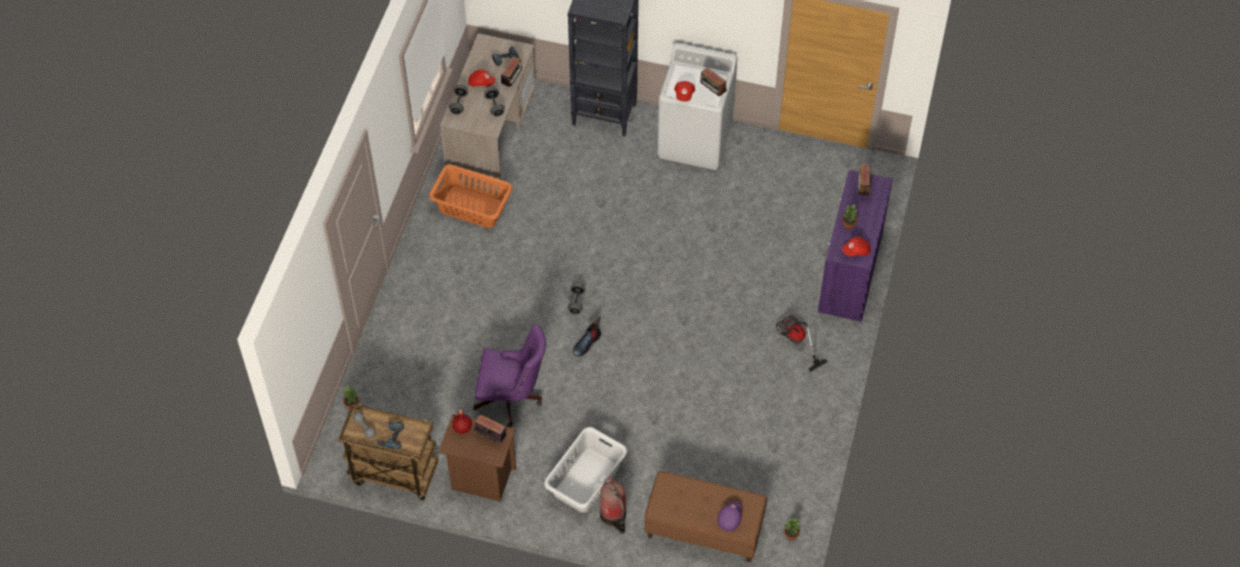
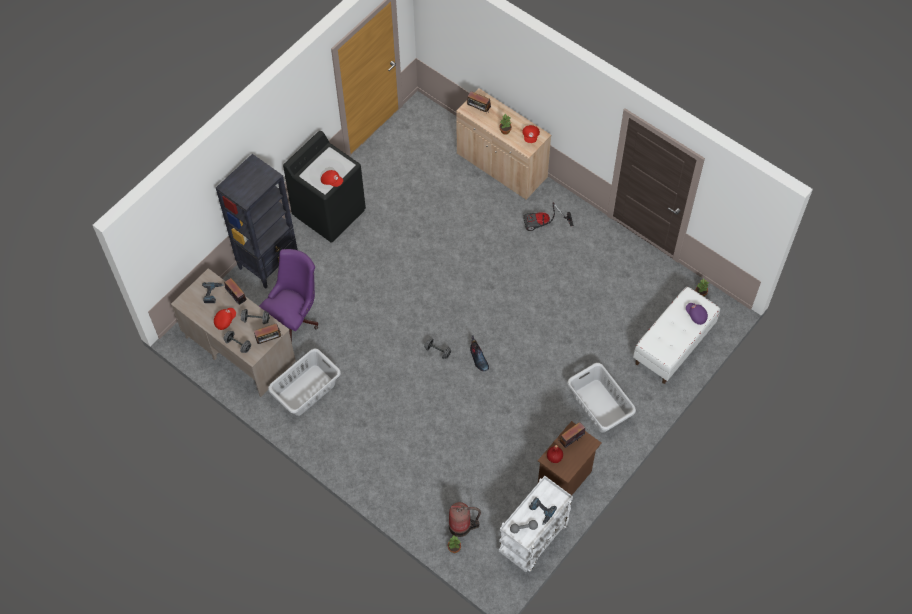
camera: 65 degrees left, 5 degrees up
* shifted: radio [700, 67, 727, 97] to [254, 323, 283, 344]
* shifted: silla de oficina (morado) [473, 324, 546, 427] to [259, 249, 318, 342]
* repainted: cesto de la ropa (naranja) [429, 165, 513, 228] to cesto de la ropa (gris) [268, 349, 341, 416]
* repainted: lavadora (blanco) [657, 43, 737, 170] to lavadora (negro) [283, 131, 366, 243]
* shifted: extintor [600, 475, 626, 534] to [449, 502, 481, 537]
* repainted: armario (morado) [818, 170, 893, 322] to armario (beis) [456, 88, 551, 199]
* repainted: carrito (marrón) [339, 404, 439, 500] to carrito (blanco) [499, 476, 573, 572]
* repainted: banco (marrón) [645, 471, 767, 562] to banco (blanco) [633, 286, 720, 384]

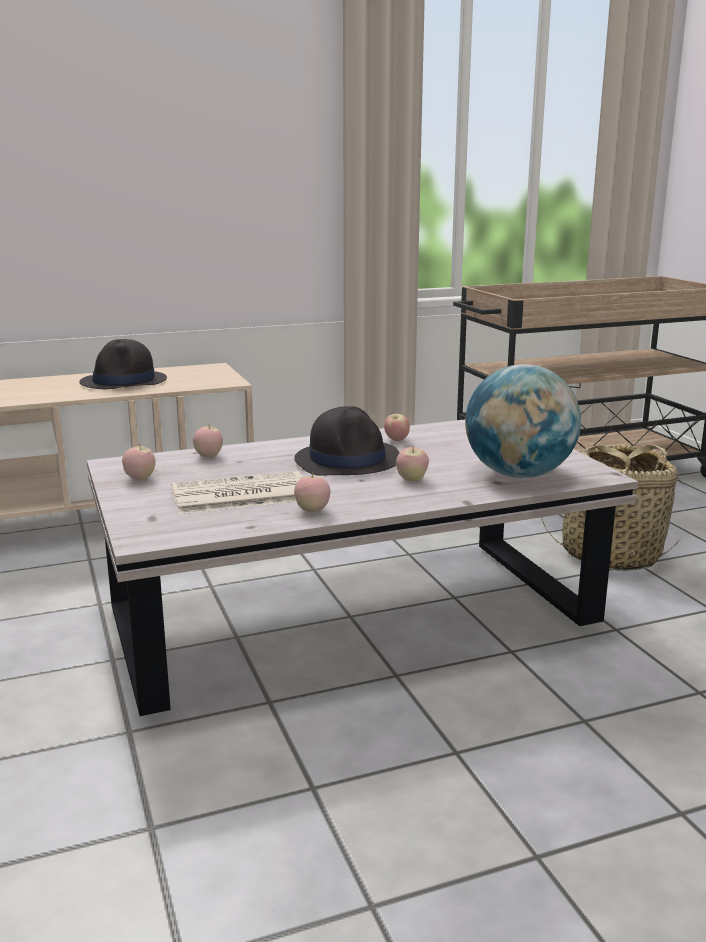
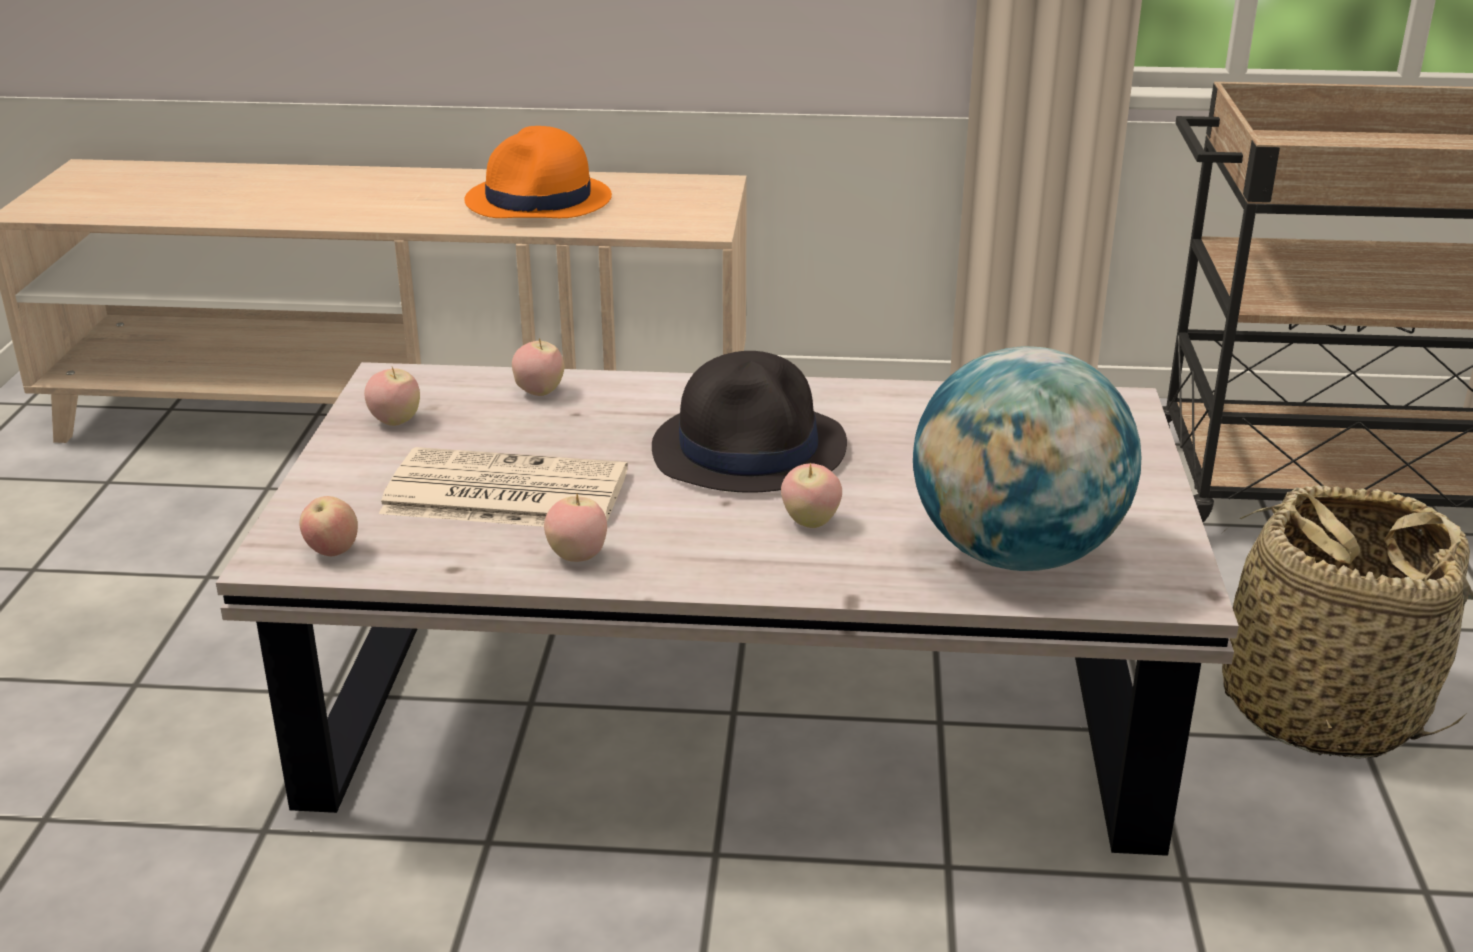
camera: 25 degrees right, 10 degrees up
* shifted: manzana [384, 414, 410, 441] to [299, 496, 358, 556]
* repainted: sombrero (negro) [79, 339, 167, 389] to sombrero (naranja) [464, 126, 612, 218]

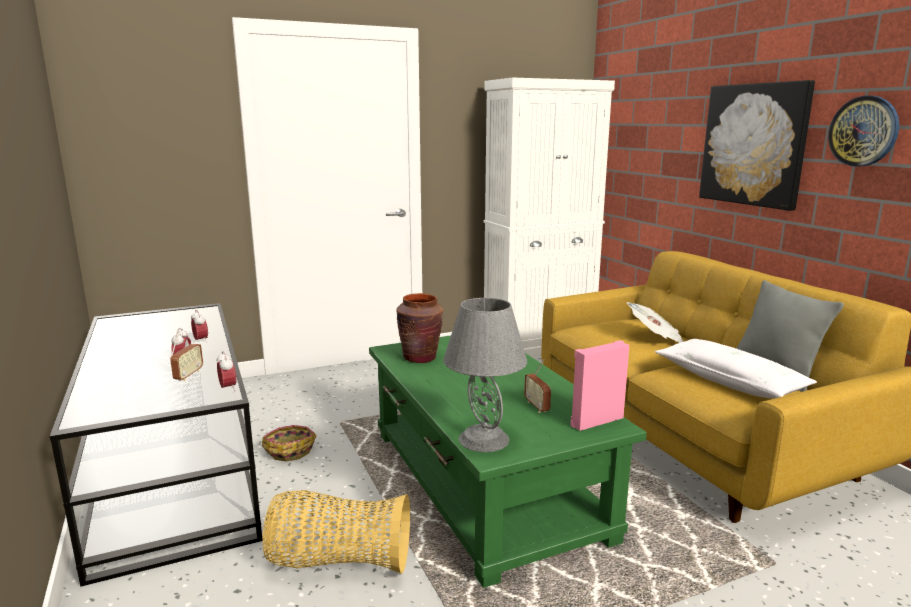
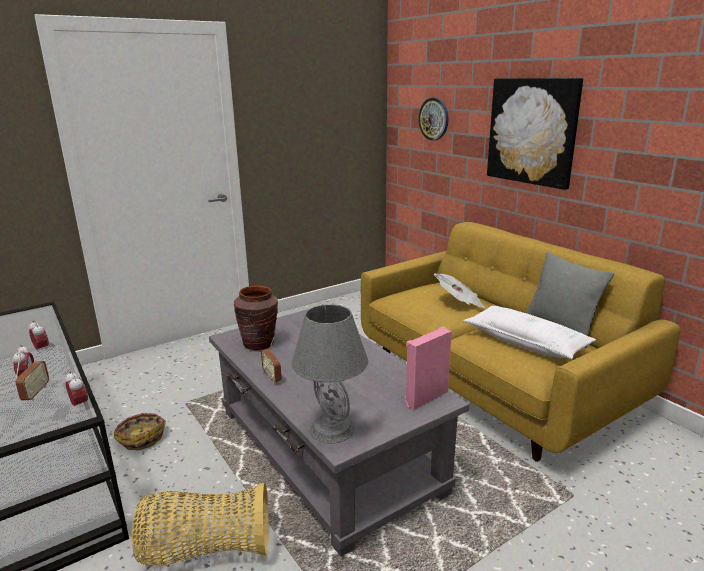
camera: 10 degrees left, 5 degrees up
* repainted: mesa de centro (verde) [369, 335, 647, 588] to mesa de centro (gris) [209, 309, 469, 557]
* shifted: radio [524, 359, 551, 413] to [261, 338, 282, 383]
* shifted: reloj de pared [828, 96, 899, 167] to [418, 98, 449, 141]
* gone: armario (blanco) [483, 78, 615, 357]

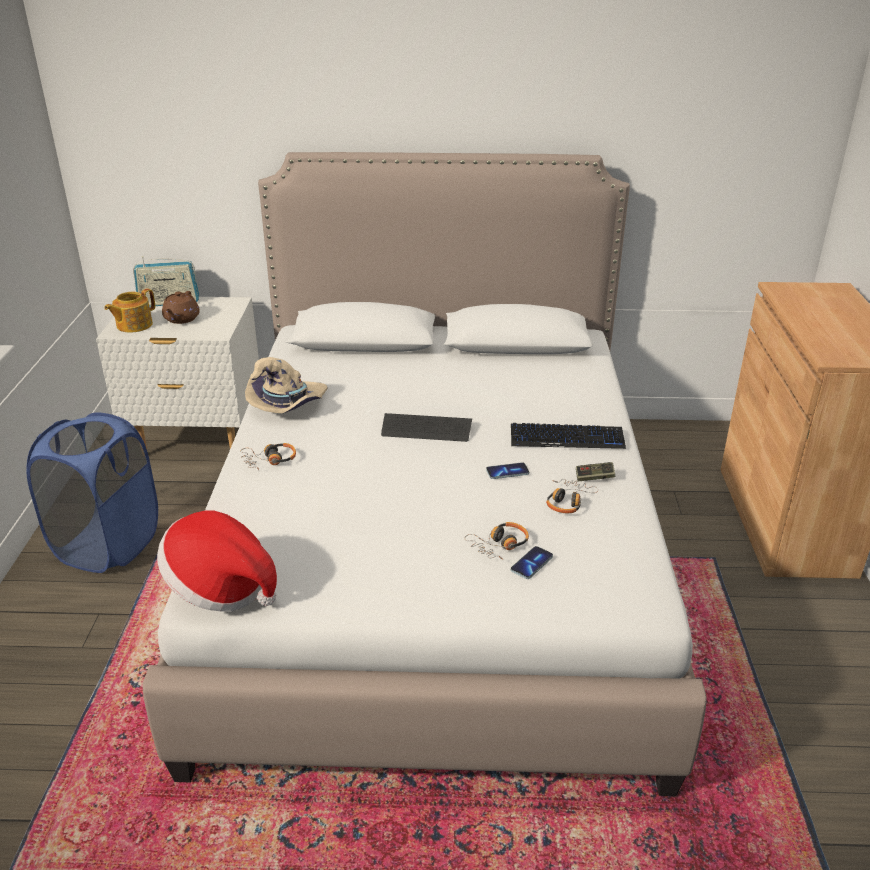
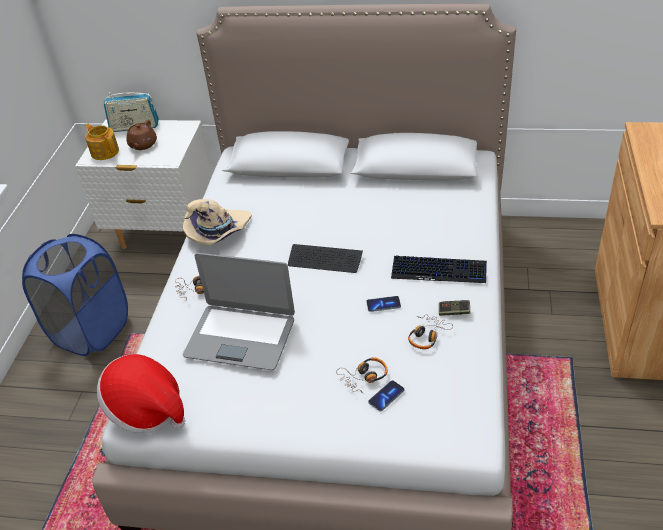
camera: 10 degrees right, 10 degrees up
* rotated: tetera [104, 288, 155, 332] = [85, 124, 119, 160] 90 degrees clockwise
* new: portátil [183, 253, 295, 370]

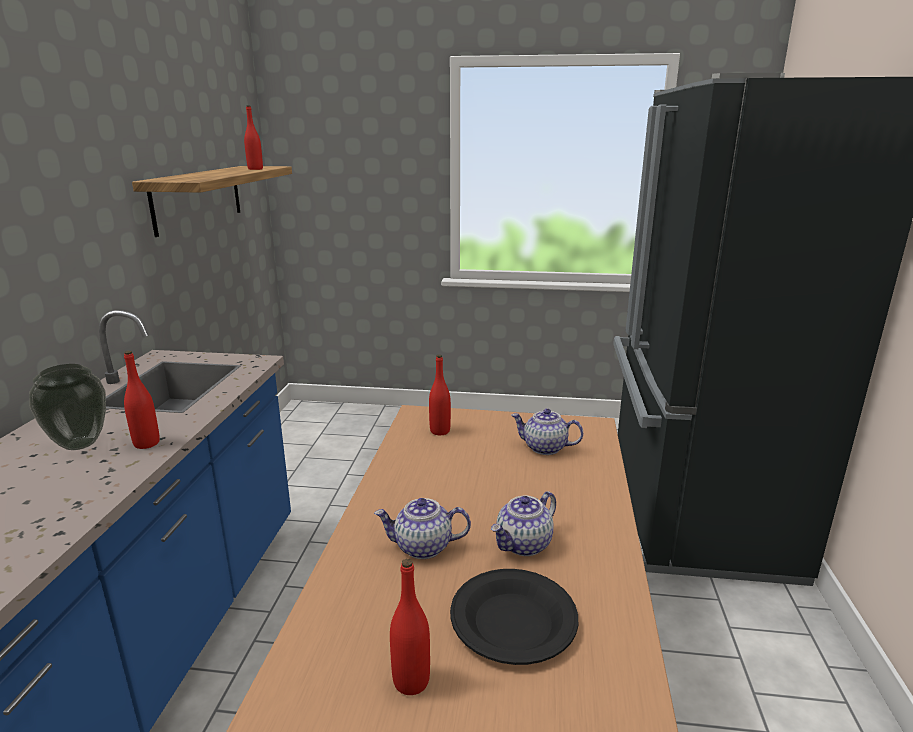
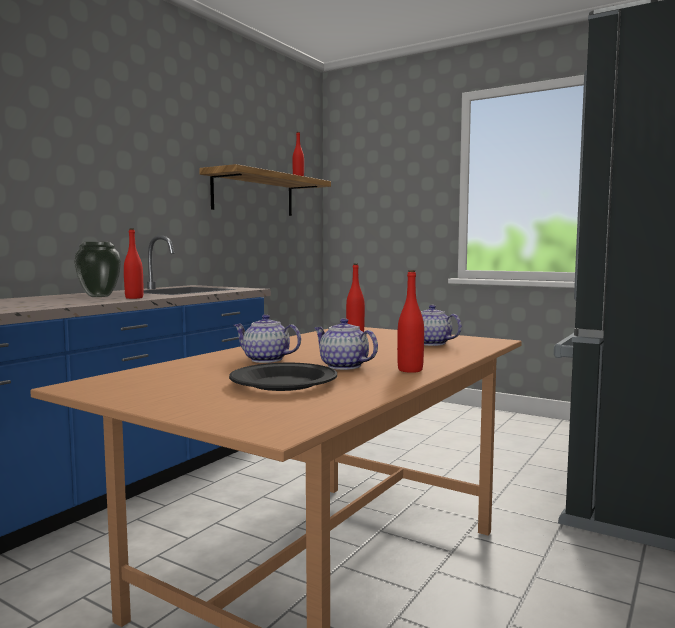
camera: 25 degrees right, 15 degrees down
* rotated: tetera [491, 491, 556, 556] = [314, 318, 378, 370] 60 degrees clockwise
* shifted: botella (rojo) [390, 559, 430, 695] to [397, 270, 424, 373]

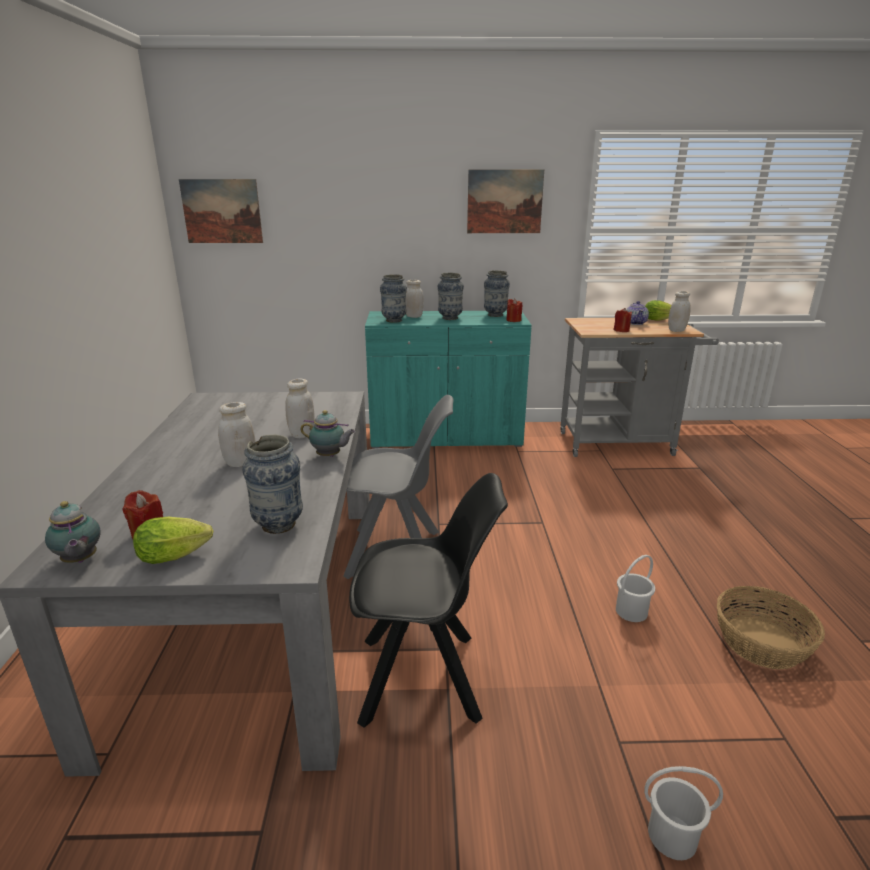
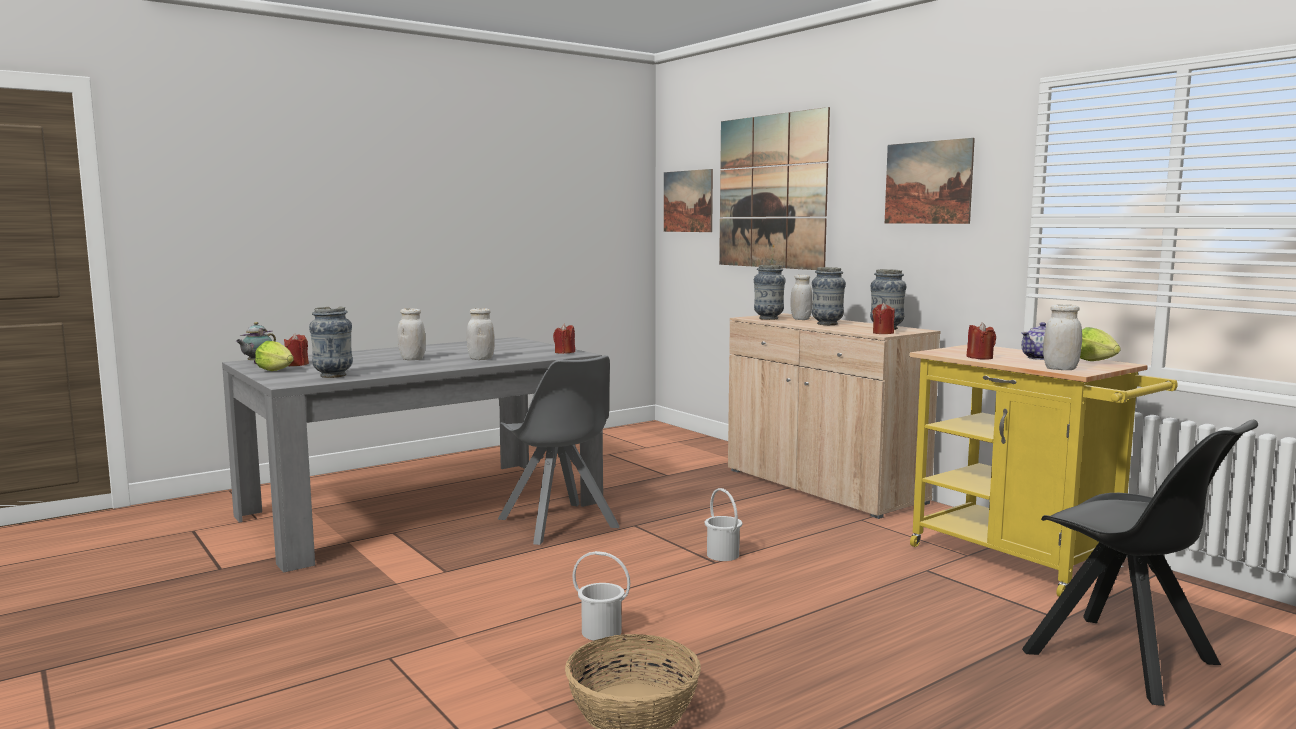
camera: 55 degrees right, 15 degrees down
* new: vela (rojo) [553, 324, 575, 354]
* shifted: cubo (blanco) [644, 766, 723, 860] to [705, 488, 742, 561]
* new: cuadro [719, 107, 830, 270]
* repainted: armario (turquesa) [365, 311, 531, 448] to armario (beis) [728, 313, 941, 519]
* repainted: carrito (gris) [560, 318, 719, 457] to carrito (amarillo) [909, 345, 1178, 597]
* shifted: silla (negro) [349, 473, 508, 728] to [1022, 420, 1258, 706]
* gone: tetera [301, 410, 356, 457]

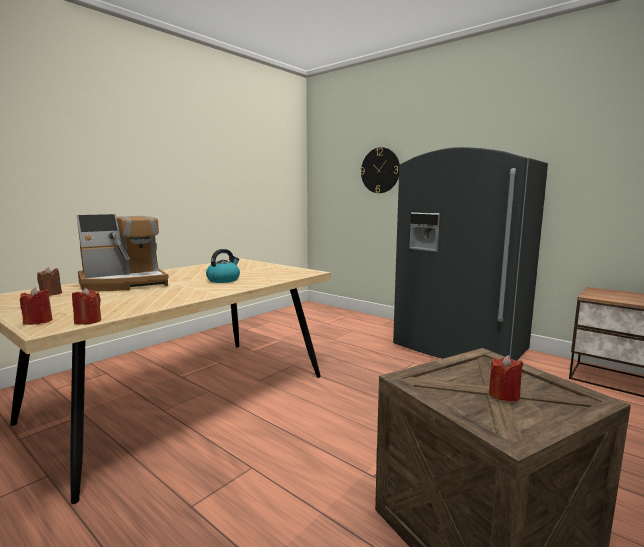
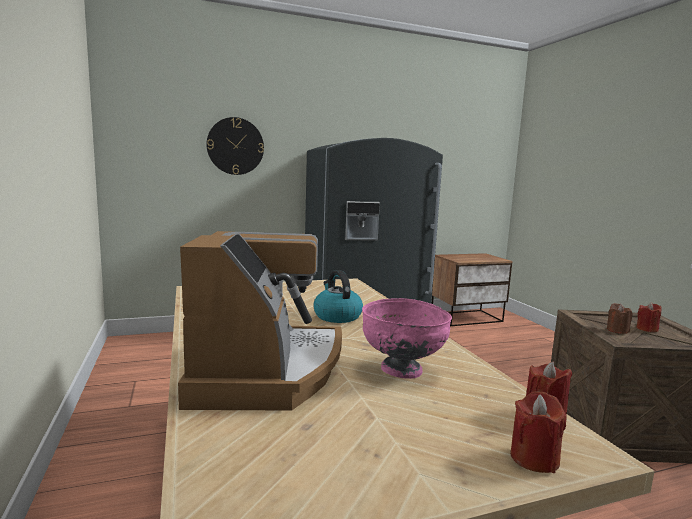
camera: 60 degrees left, 0 degrees up
* new: cuenco (rosa) [362, 298, 452, 379]
* shifted: vela (marrón) [37, 267, 62, 296] to [607, 303, 632, 334]

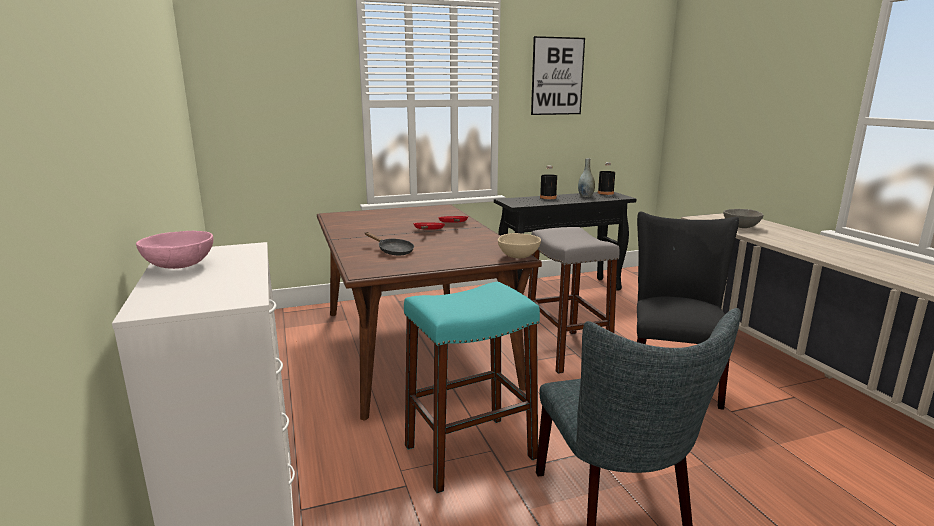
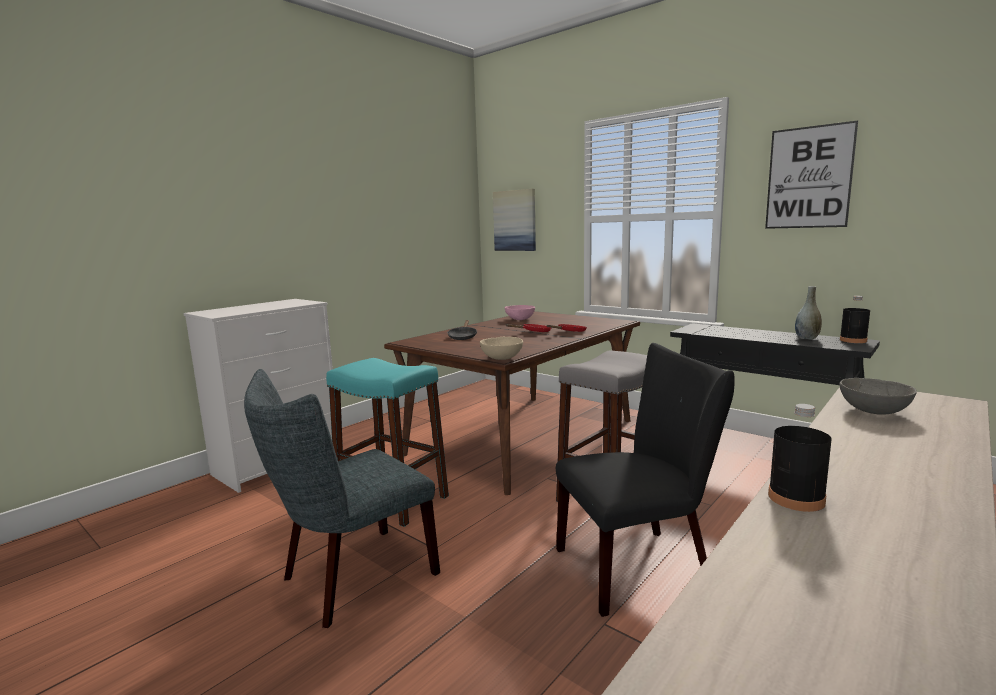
camera: 60 degrees right, 5 degrees down
* new: cuadro [493, 189, 536, 251]
* shifted: cuenco (rosa) [136, 231, 213, 269] to [505, 305, 535, 320]
* shifted: botella (negro) [540, 166, 557, 199] to [768, 404, 832, 512]

